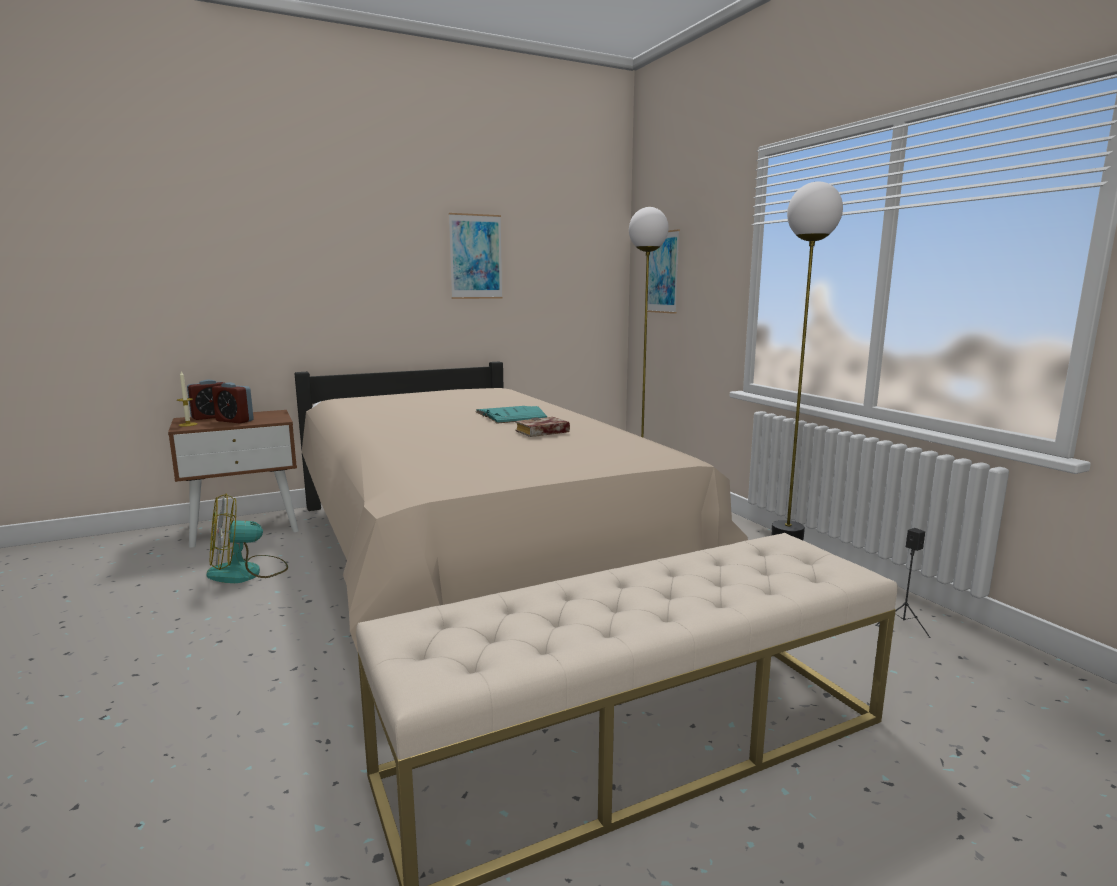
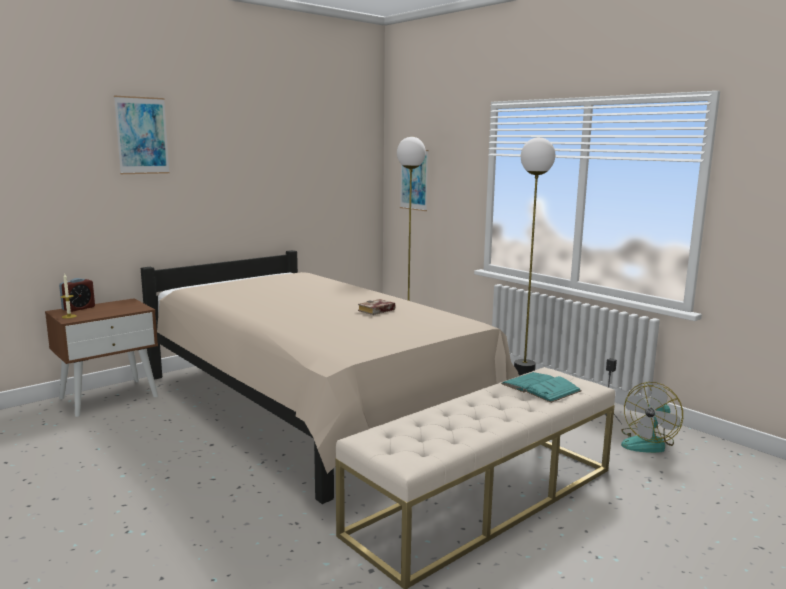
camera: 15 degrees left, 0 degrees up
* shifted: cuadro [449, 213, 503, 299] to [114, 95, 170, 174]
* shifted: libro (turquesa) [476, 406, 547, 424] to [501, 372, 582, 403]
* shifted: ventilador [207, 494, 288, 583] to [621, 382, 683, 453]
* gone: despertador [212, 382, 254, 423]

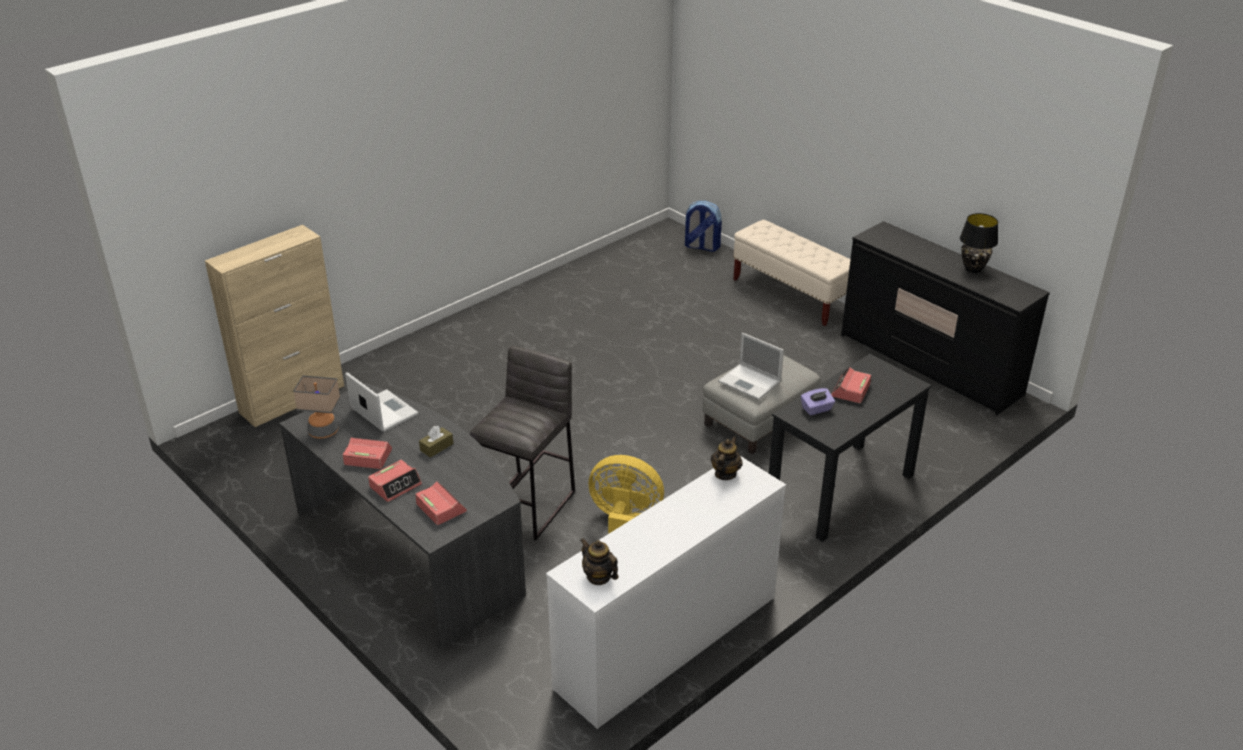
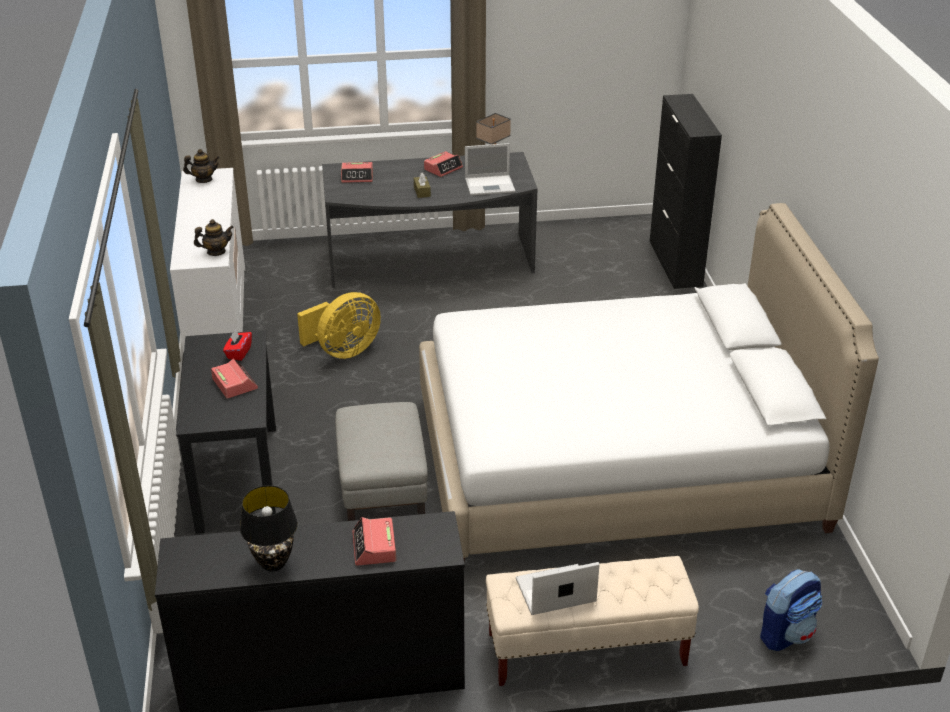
camera: 125 degrees right, 0 degrees up
* rotated: tetera [711, 436, 743, 480] = [194, 219, 234, 256] 75 degrees counterclockwise
* repainted: caja de pañuelos (morado) [801, 388, 835, 415] to caja de pañuelos (rojo) [223, 330, 252, 361]
* shifted: despertador [368, 460, 422, 502] to [352, 517, 396, 566]
* new: cama (blanco) [419, 203, 879, 561]
* shifted: portátil [718, 333, 784, 400] to [516, 562, 599, 615]
* repainted: armario (beis) [205, 225, 344, 427] to armario (negro) [650, 94, 722, 289]
* gone: taburete (gris) [470, 346, 575, 540]

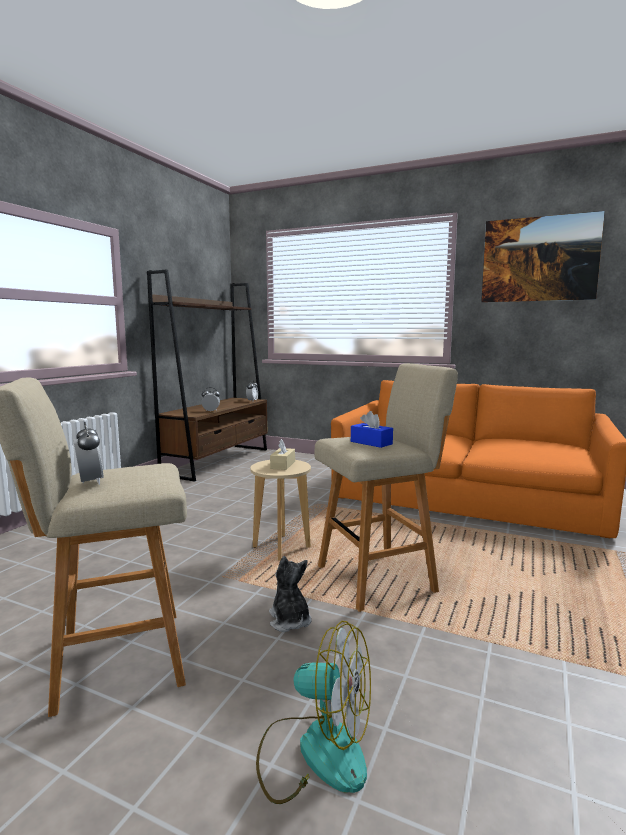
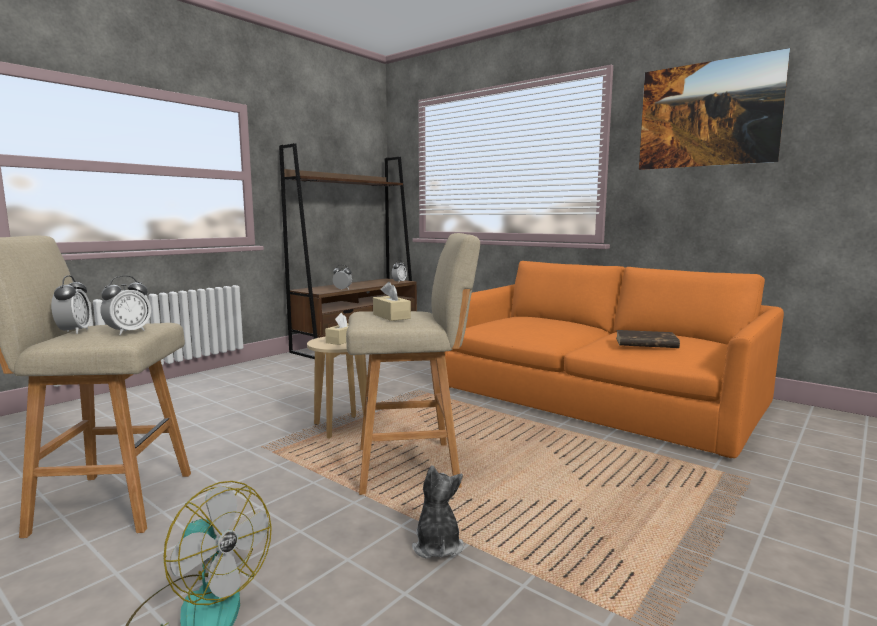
camera: 15 degrees right, 0 degrees up
* new: despertador [100, 276, 151, 335]
* repainted: caja de pañuelos (azul) [351, 411, 393, 448] to caja de pañuelos (beis) [373, 282, 411, 321]
* shifted: peluche [269, 556, 312, 632] to [412, 465, 464, 559]
* new: libro (marrón) [616, 330, 680, 348]

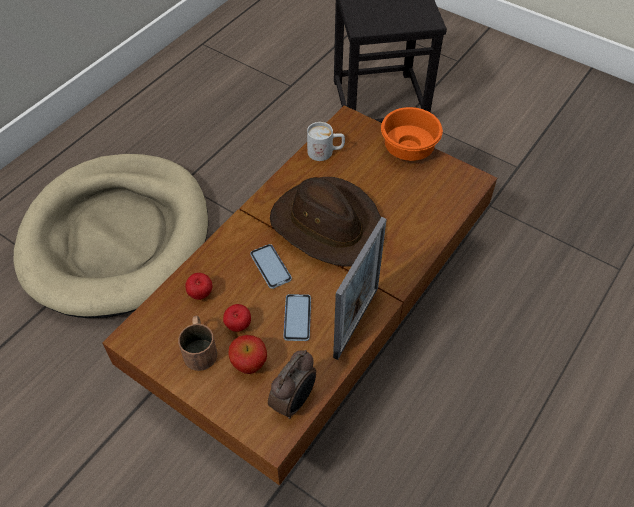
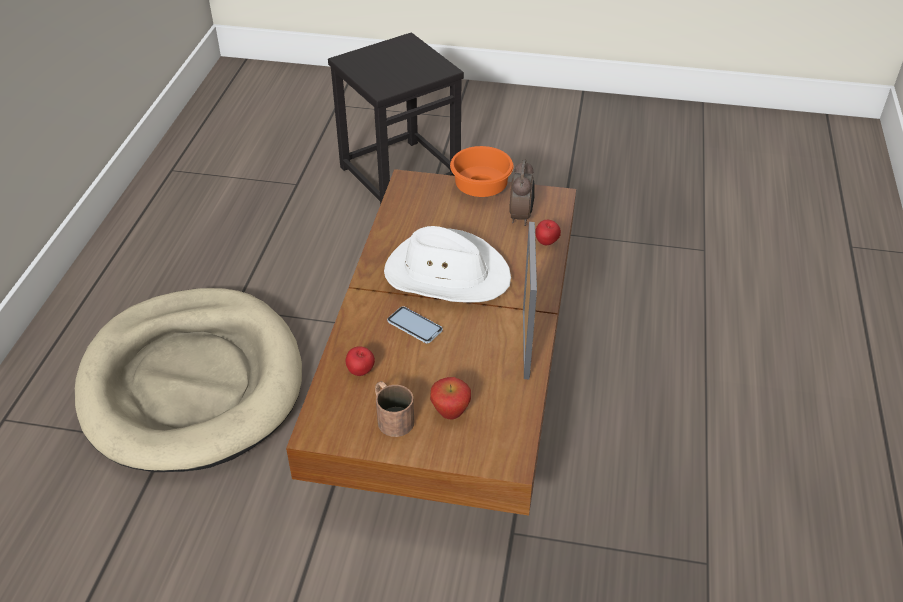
camera: 25 degrees left, 10 degrees down
* repainted: sombrero (marrón) [270, 177, 381, 267] to sombrero (blanco) [384, 226, 511, 303]
* shifted: despertador [268, 350, 316, 419] to [509, 159, 535, 226]
* shifted: manzana [223, 304, 251, 332] to [535, 220, 561, 245]
* gone: móvil [283, 294, 311, 341]
* gone: taza grande (blanco) [307, 122, 345, 161]

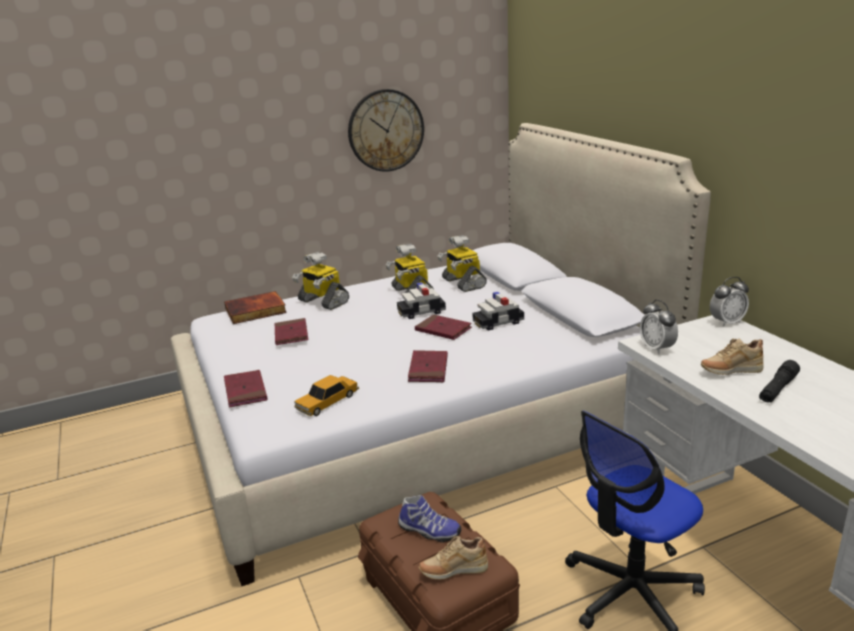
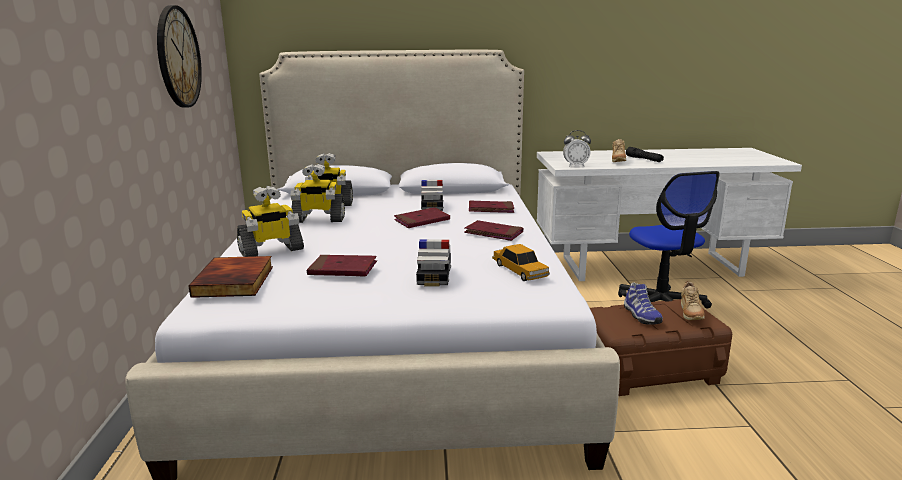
camera: 70 degrees left, 5 degrees down
* shifted: coche de juguete [397, 282, 446, 319] to [416, 239, 451, 287]
* shifted: libro (rojo) [224, 370, 267, 408] to [469, 201, 514, 213]
* rotated: zapato [398, 495, 461, 542] = [624, 282, 663, 325] 120 degrees clockwise
* gone: despertador [710, 277, 749, 327]

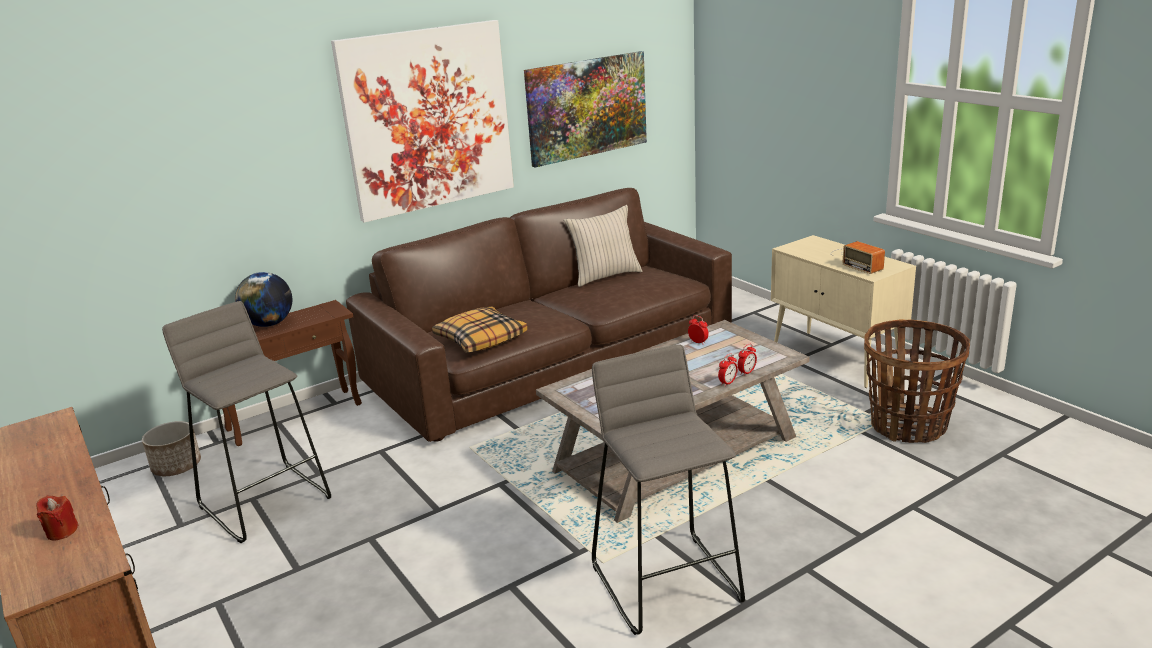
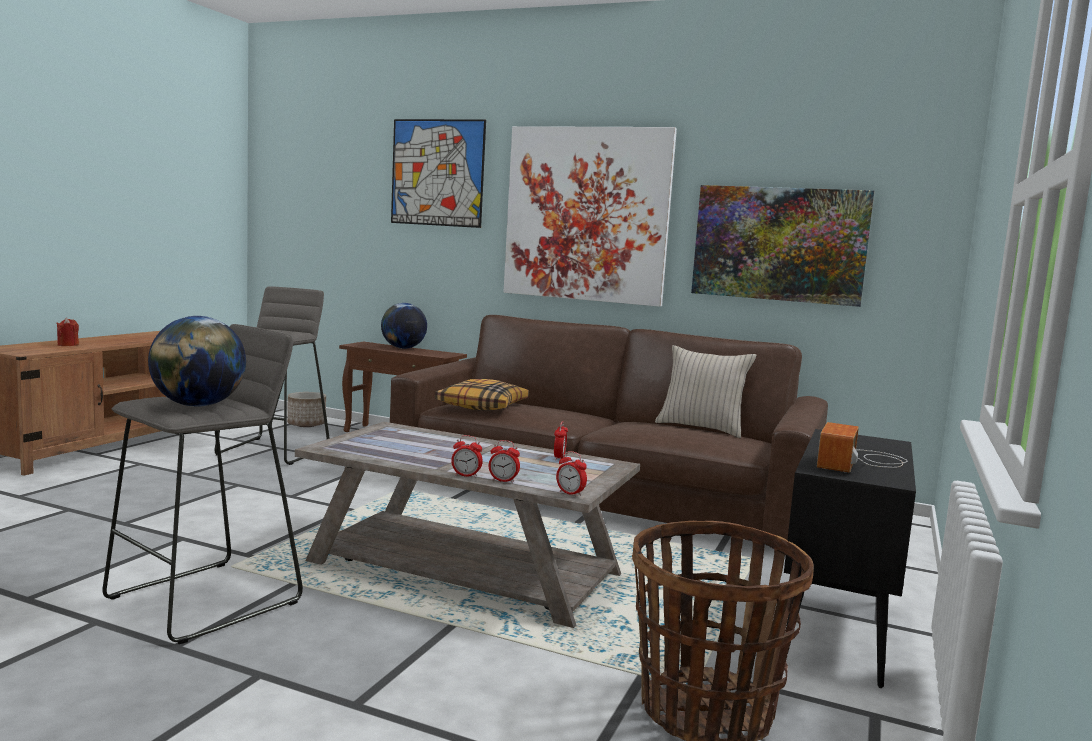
camera: 55 degrees right, 15 degrees down
* new: globo terráqueo [148, 316, 246, 407]
* new: cuadro [391, 119, 486, 228]
* new: despertador [556, 451, 587, 497]
* repainted: armario (beis) [771, 235, 916, 388] to armario (negro) [784, 429, 916, 688]

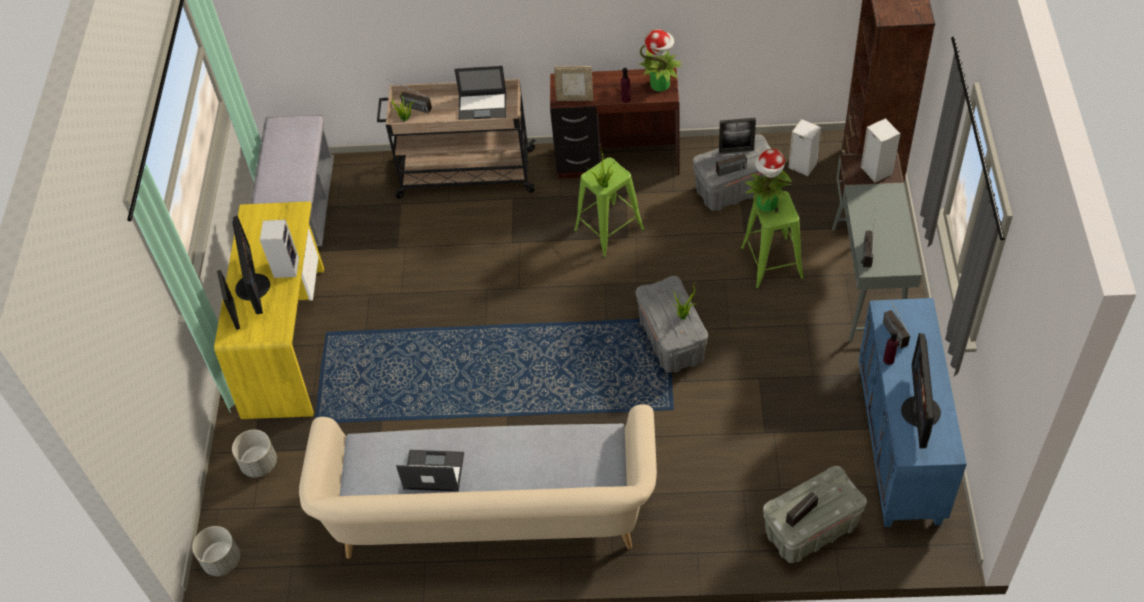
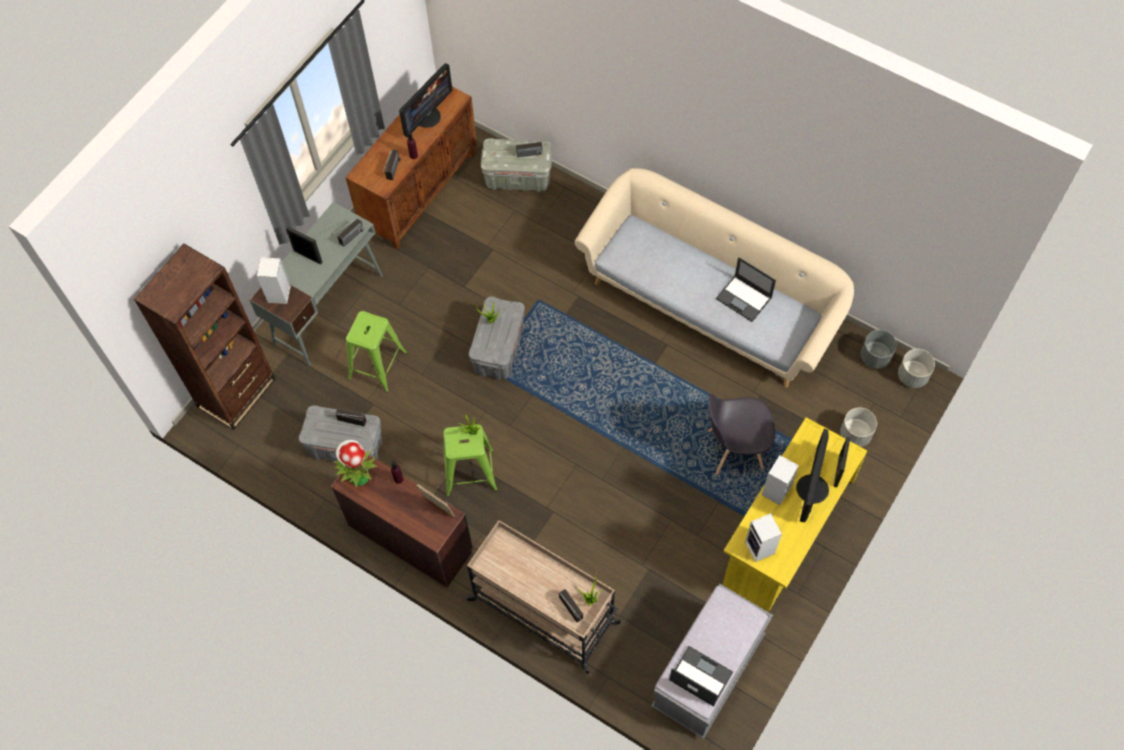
camera: 150 degrees left, 10 degrees up
* shifted: portarretratos [719, 118, 756, 154] to [286, 226, 322, 264]
* repainted: armario (azul) [859, 298, 967, 527] to armario (marrón) [345, 87, 477, 250]
* shifted: portátil [454, 66, 506, 120] to [669, 646, 733, 706]
* new: silla (gris) [708, 394, 775, 474]
* shifted: altavoz [789, 119, 821, 176] to [745, 513, 782, 562]
* new: maceta (gris) [861, 330, 897, 369]
* gone: planta en maceta [745, 149, 792, 212]

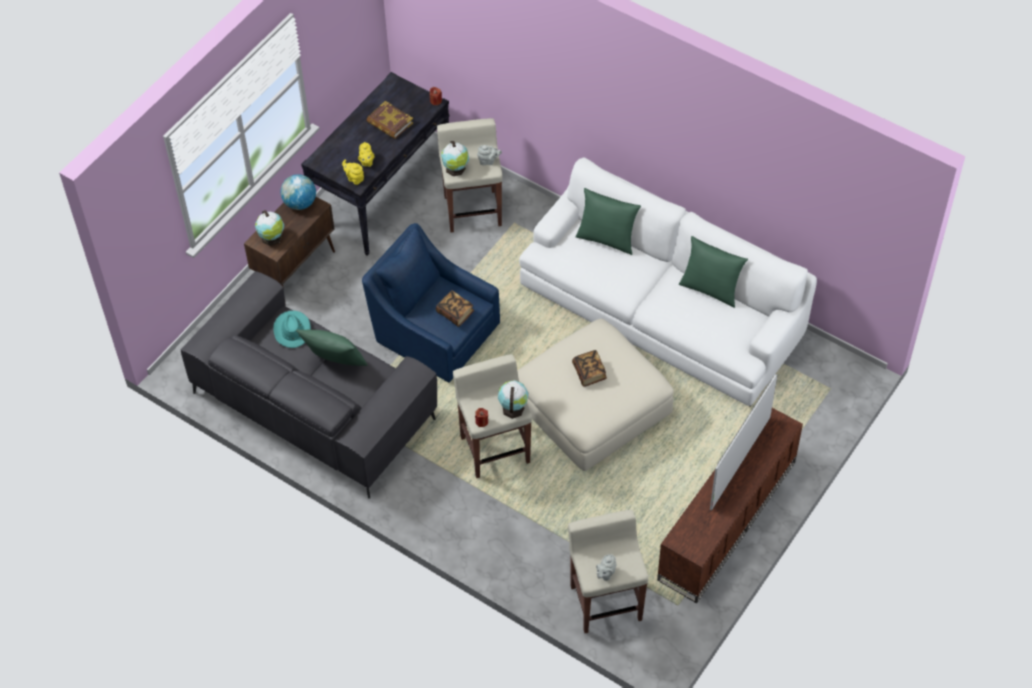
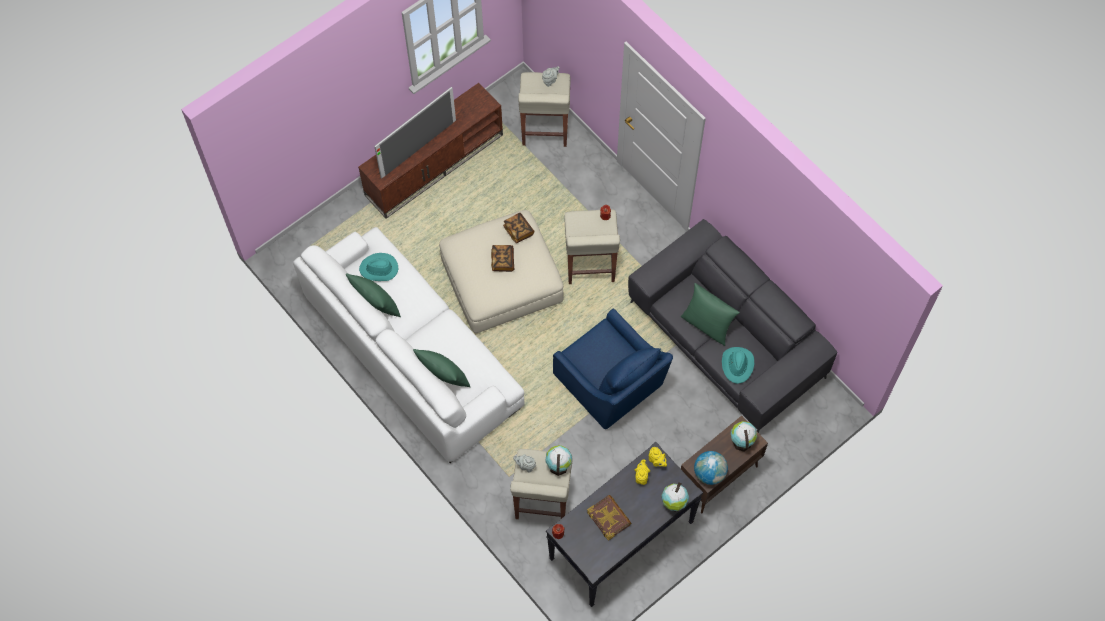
camera: 165 degrees left, 10 degrees up
* new: sombrero (turquesa) [359, 253, 398, 281]
* shifted: libro [436, 290, 474, 327] to [503, 213, 534, 243]
* shifted: globo terráqueo [498, 380, 528, 419] to [661, 482, 689, 512]

